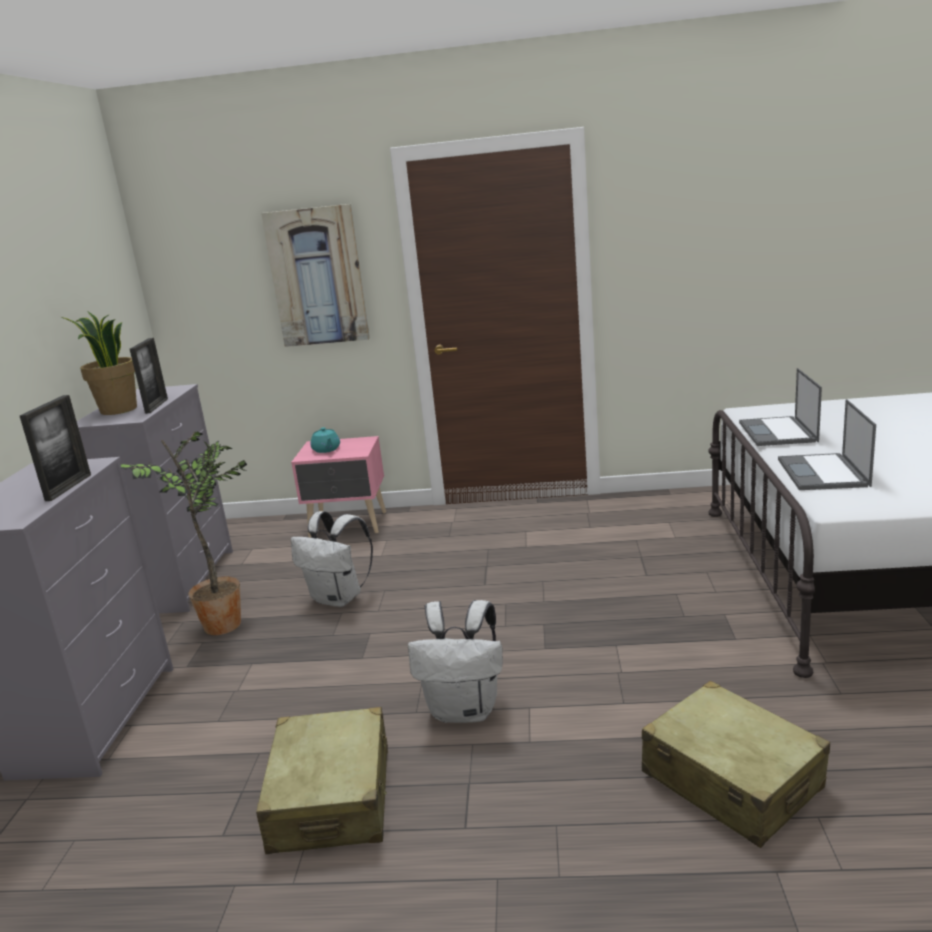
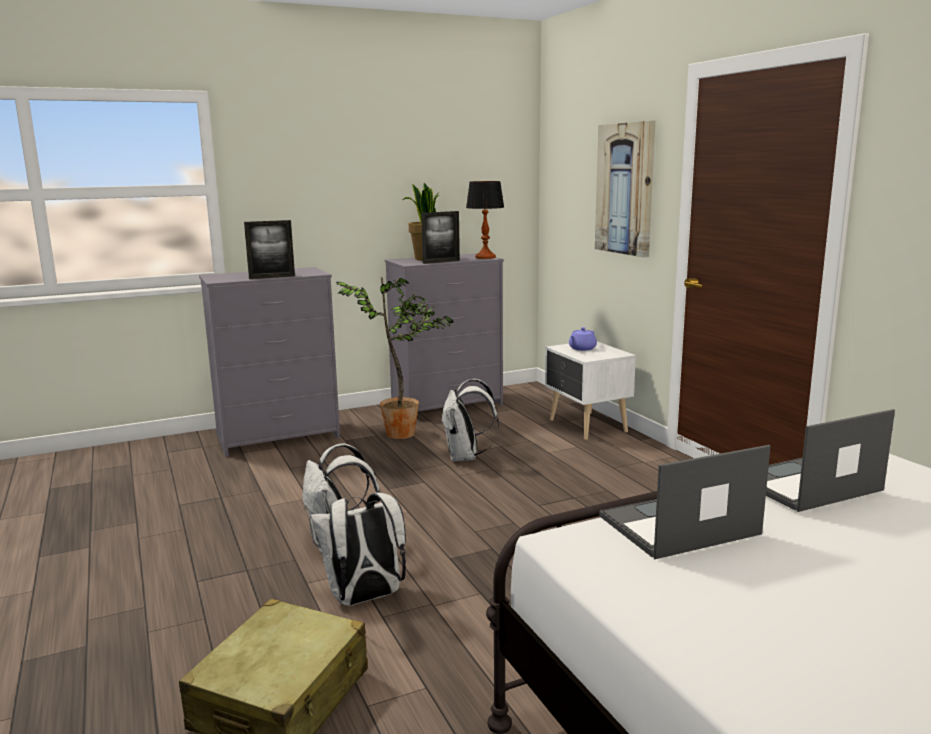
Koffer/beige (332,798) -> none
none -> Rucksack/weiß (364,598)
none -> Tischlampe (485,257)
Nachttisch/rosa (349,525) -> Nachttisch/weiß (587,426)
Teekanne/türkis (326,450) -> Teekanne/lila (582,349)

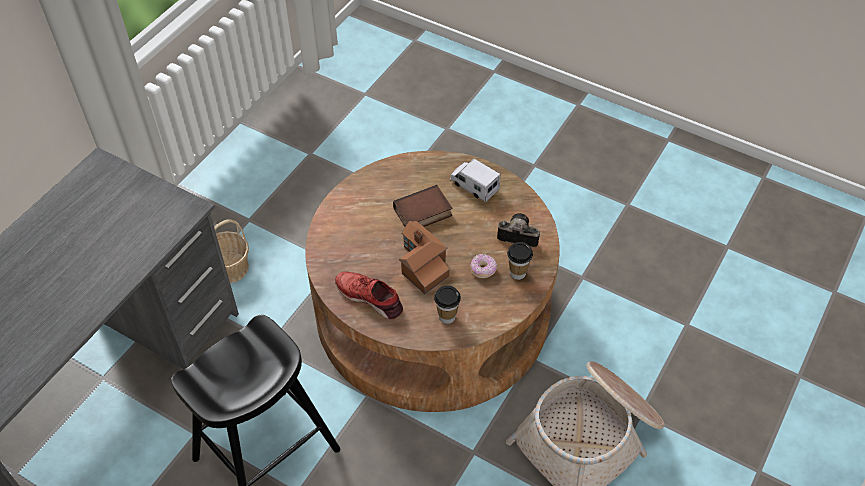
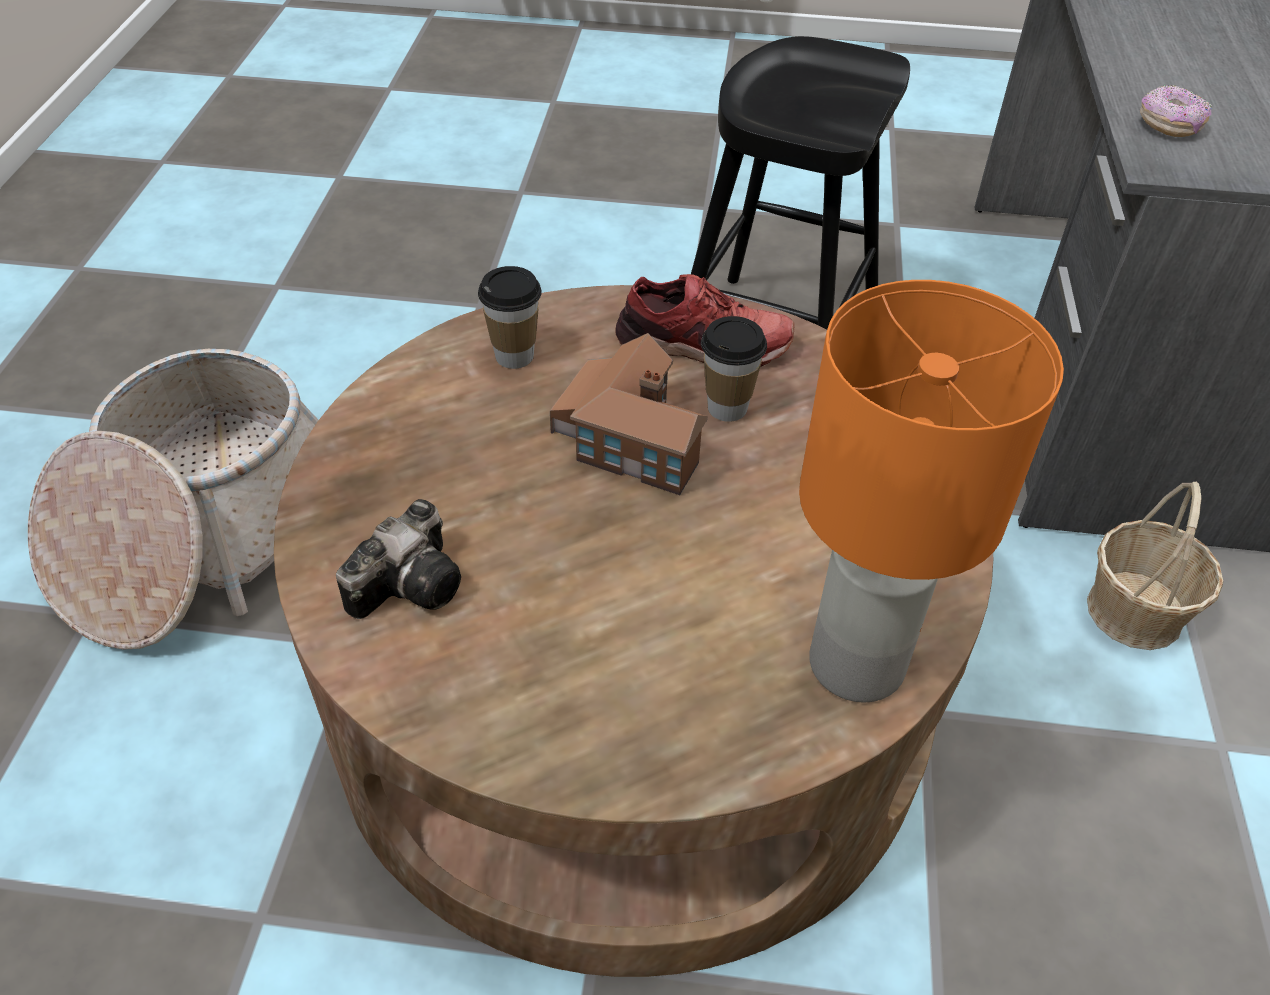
Buch (422,213) -> none
Spielzeuglaster (474,186) -> none
none -> Tischlampe/orange (853,663)
Donut (483,270) -> Donut (1168,126), move
Tasse (518,273) -> Tasse (727,407), move
Kamera (516,235) -> Kamera (412,582), 45 degrees counterclockwise

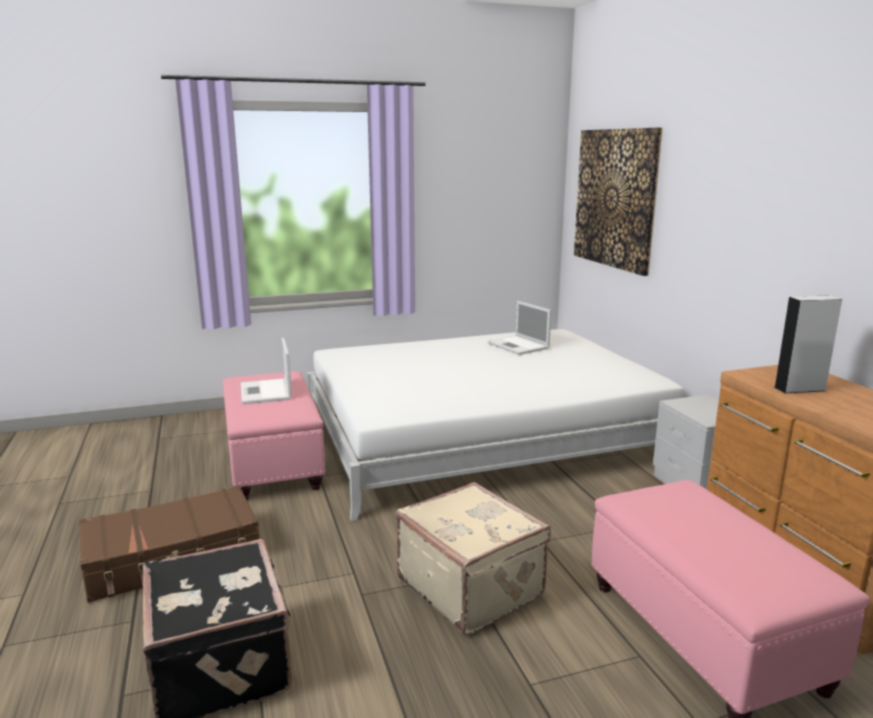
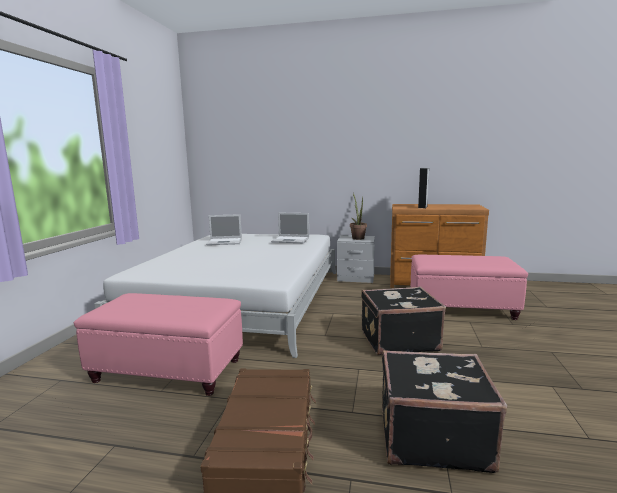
Bild (615,198) -> none
none -> Topfpflanze (357,238)
Laptop (266,392) -> Laptop (291,240), move
Koffer/beige (471,586) -> Koffer/schwarz (398,340)

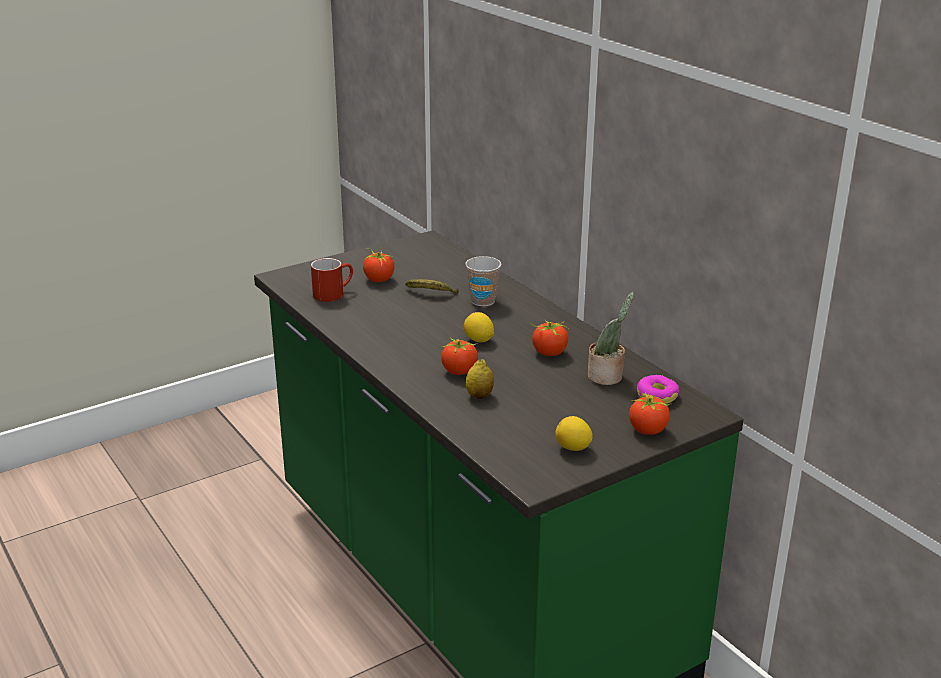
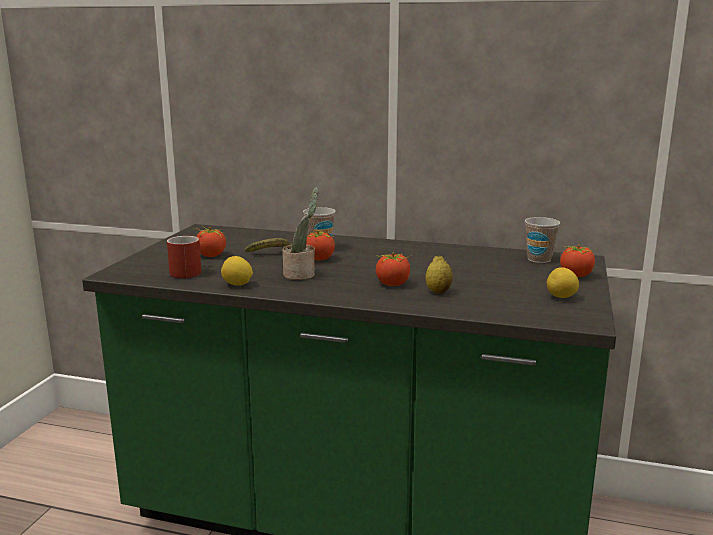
Zitrone (478,340) -> Zitrone (237,285), move
Tomate (549,353) -> Tomate (319,259), move
Topfpflanze (607,377) -> Topfpflanze (301,275), move
Donut (657,396) -> Tasse (539,259)

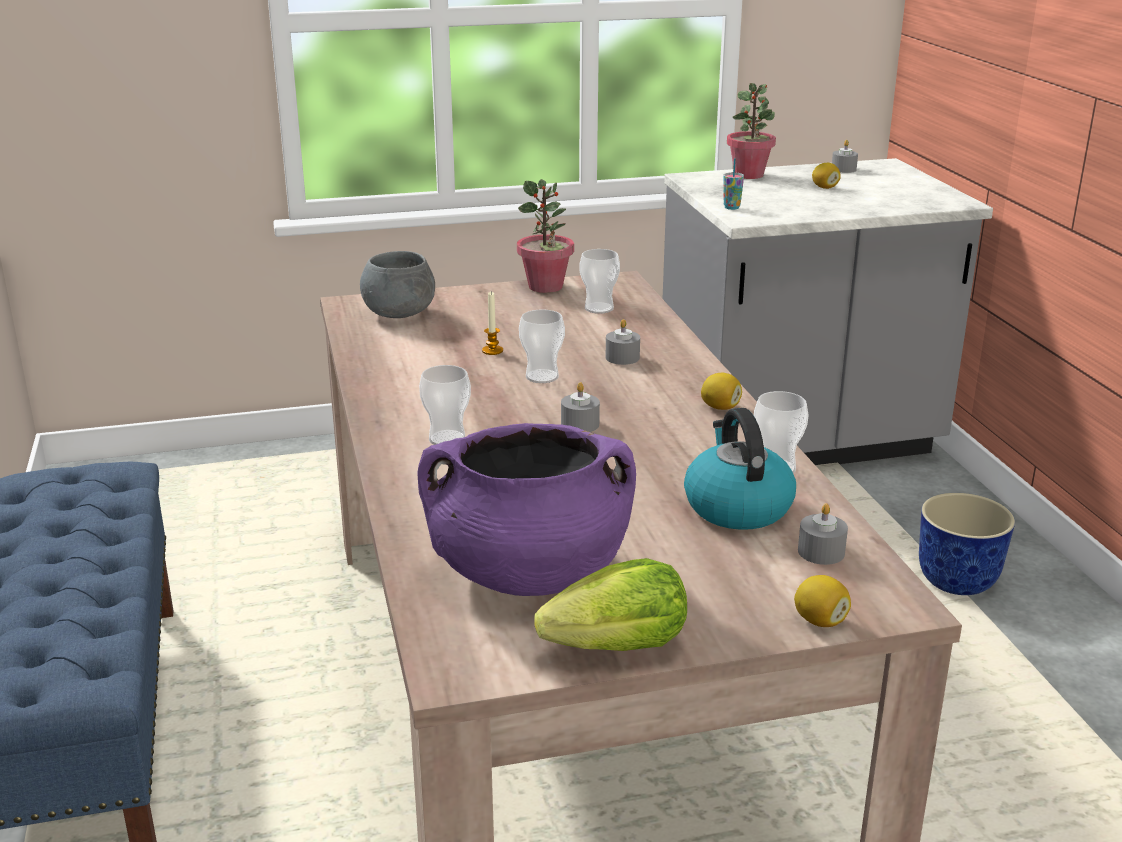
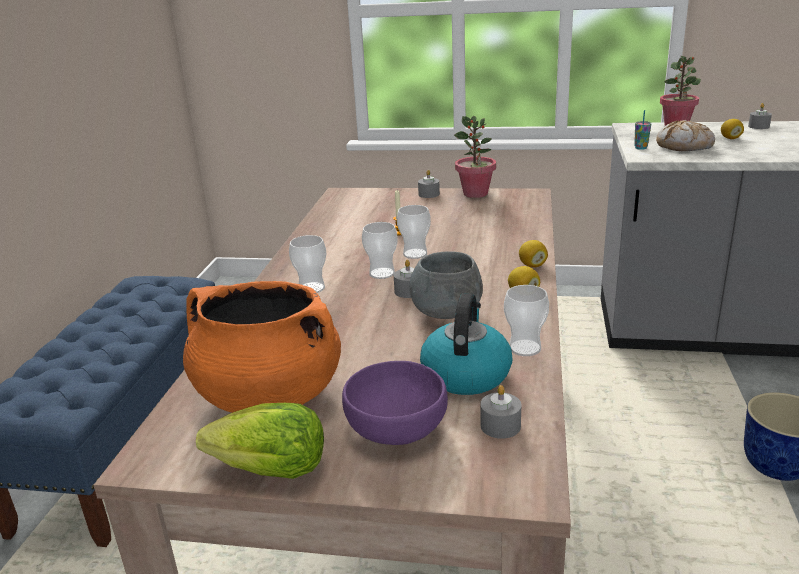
none -> Schüssel/lila (395,427)
none -> Brot (684,146)
Schüssel/grau (400,314) -> Schüssel/grau (447,312), move
Tasse (599,308) -> Tasse (382,273), move
Kerze/grau (622,357) -> Kerze/grau (429,194), move
Zitrone (820,621) -> Zitrone (532,265), move
Kochtopf/lila (529,573) -> Kochtopf/orange (268,396)

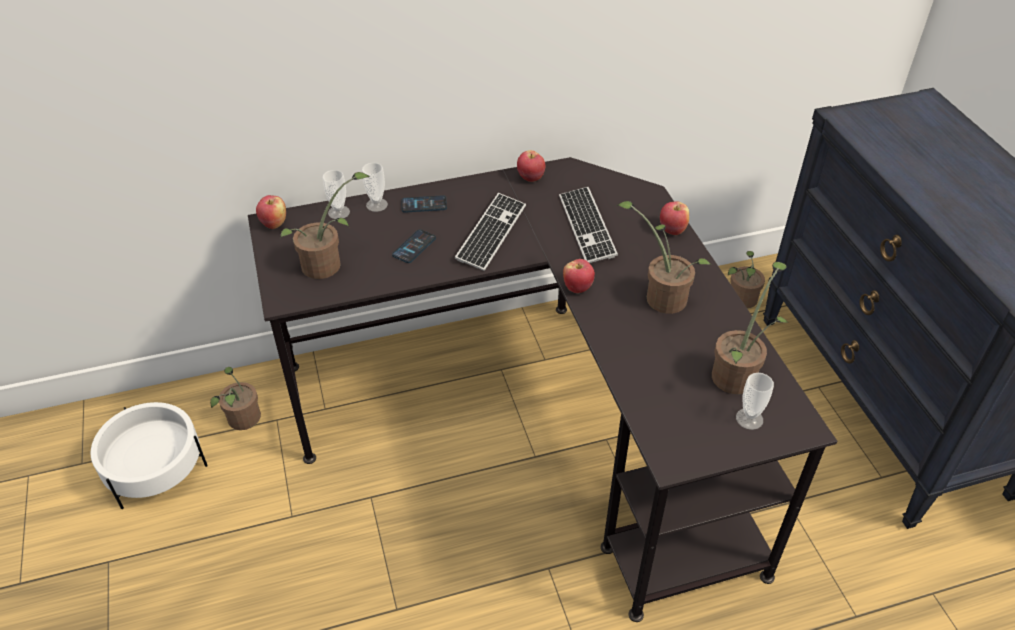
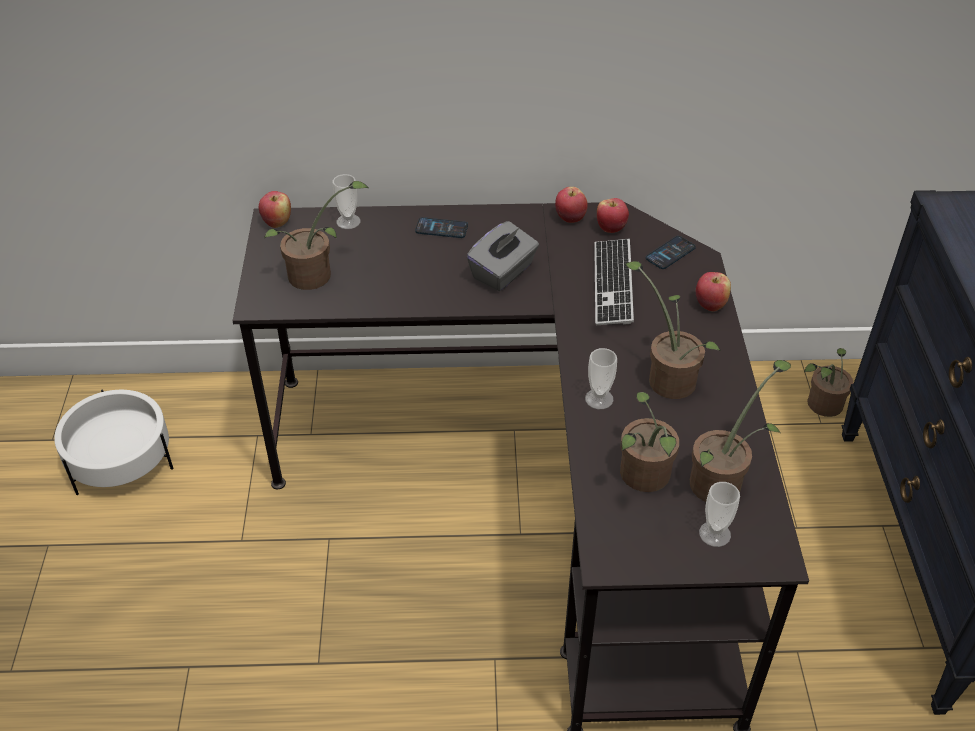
Topfpflanze (243,421) -> Topfpflanze (644,478), move
Tasse (377,205) -> Tasse (599,399), move
Handy (414,247) -> Handy (670,253), move
Apfel (577,288) -> Apfel (611,228), move
Tastatur (491,233) -> Taschentuchbox/grau (503,272)

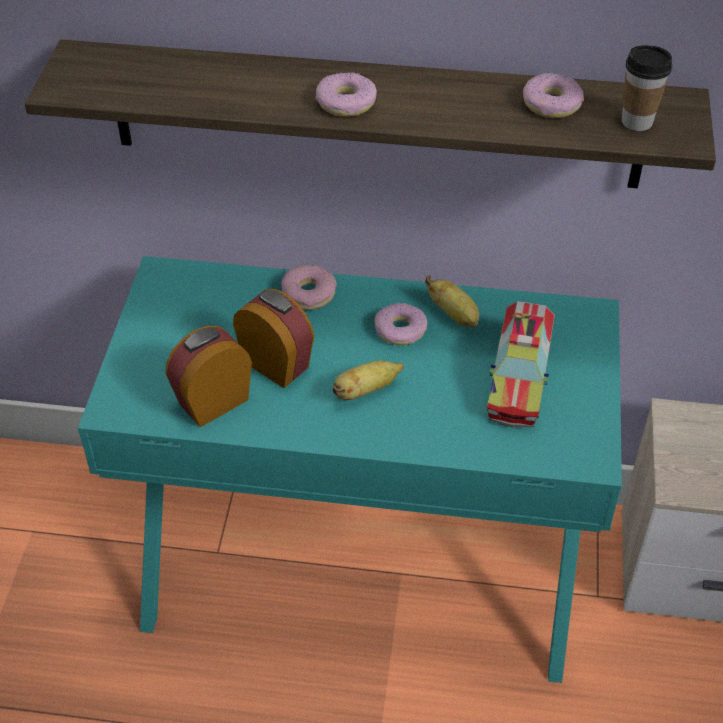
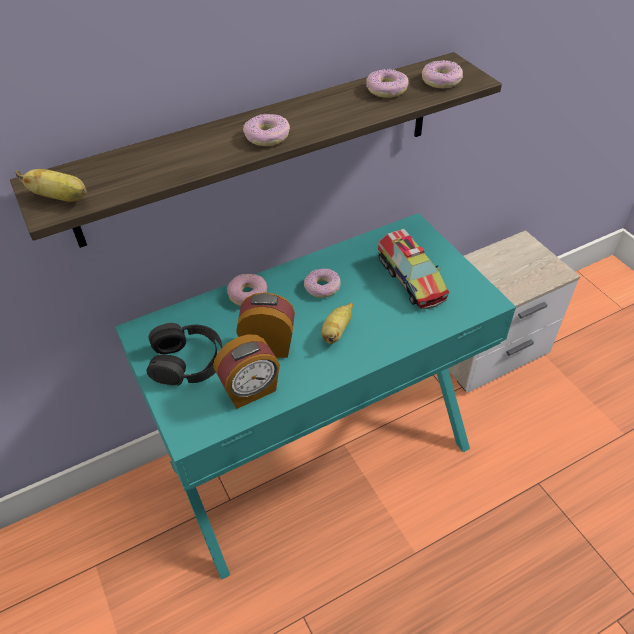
none -> Kopfhörer/schwarz (187,361)
Banane (454,315) -> Banane (61,198), move
Tasse (637,122) -> Donut (441,81)
Wecker (212,401) -> Wecker (250,390), 135 degrees counterclockwise

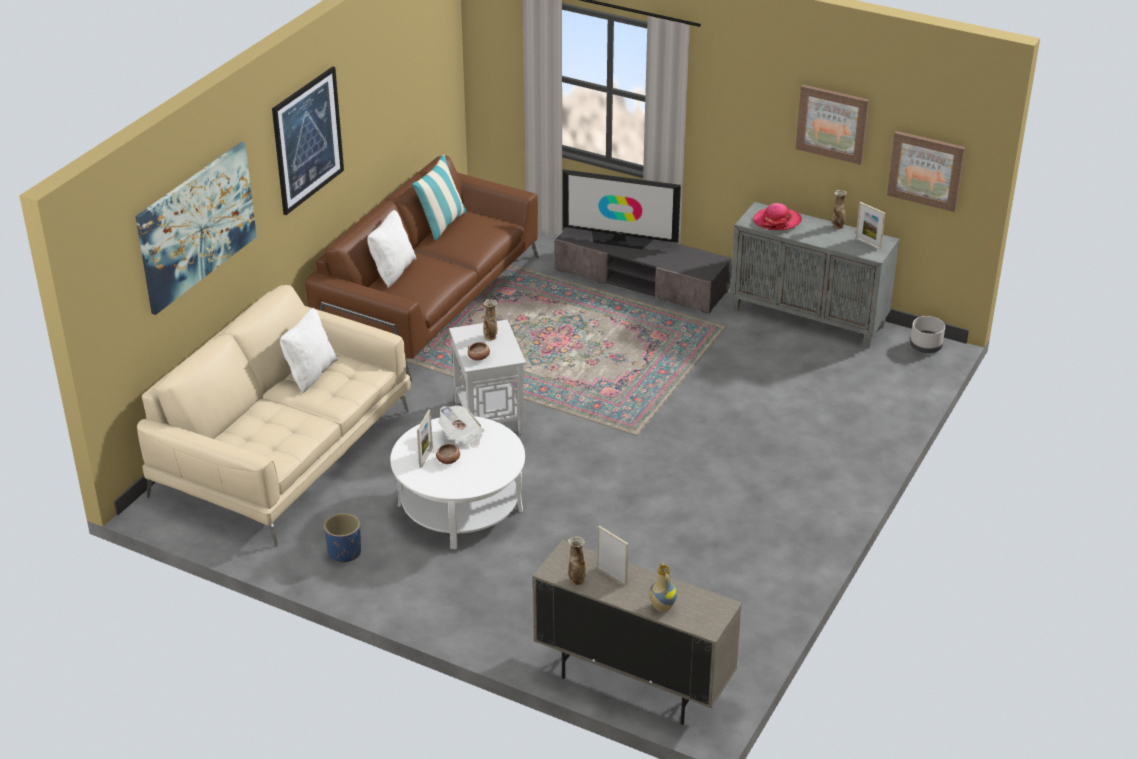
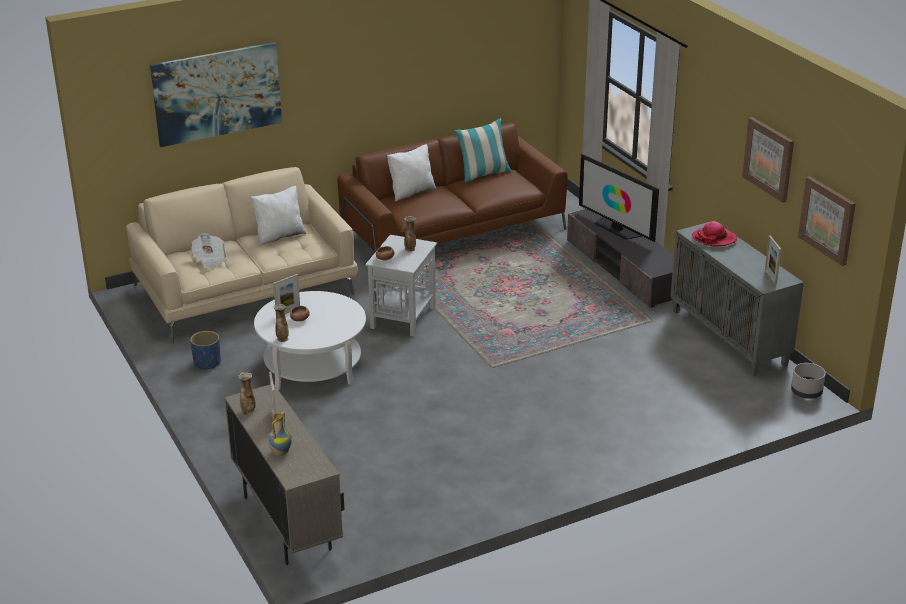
Bild (307,140) -> none
Zeitung (462,436) -> Zeitung (209,260), move
Vase (837,226) -> Vase (282,339), move

